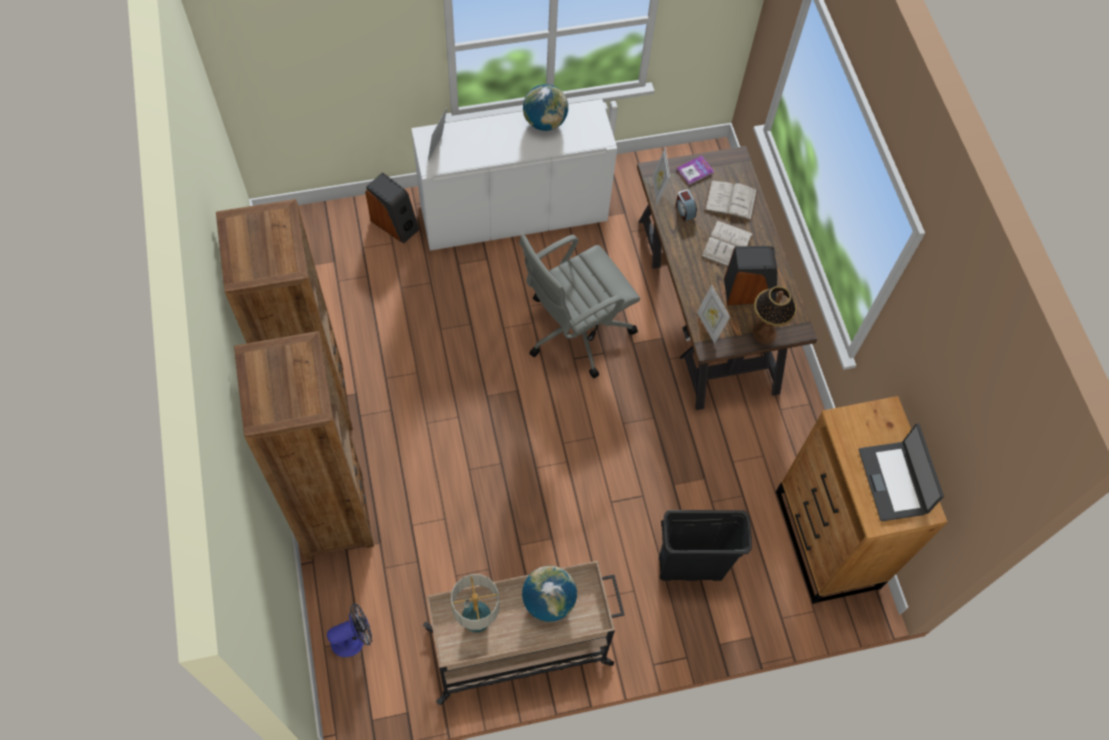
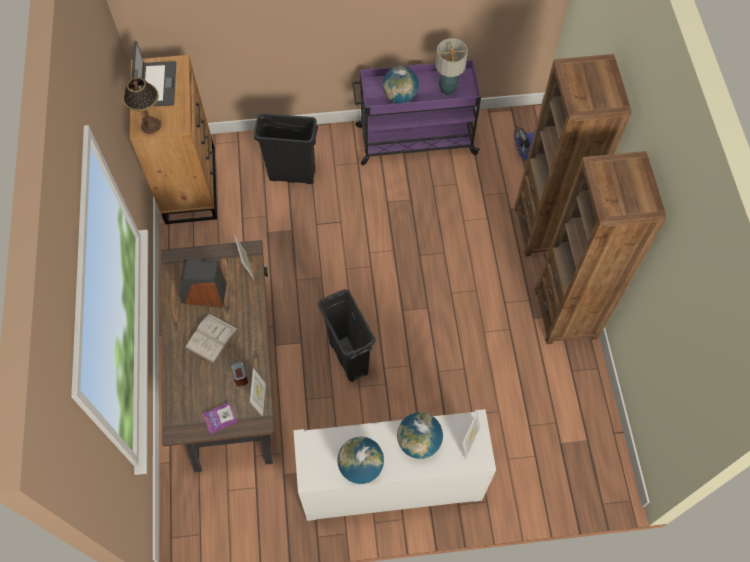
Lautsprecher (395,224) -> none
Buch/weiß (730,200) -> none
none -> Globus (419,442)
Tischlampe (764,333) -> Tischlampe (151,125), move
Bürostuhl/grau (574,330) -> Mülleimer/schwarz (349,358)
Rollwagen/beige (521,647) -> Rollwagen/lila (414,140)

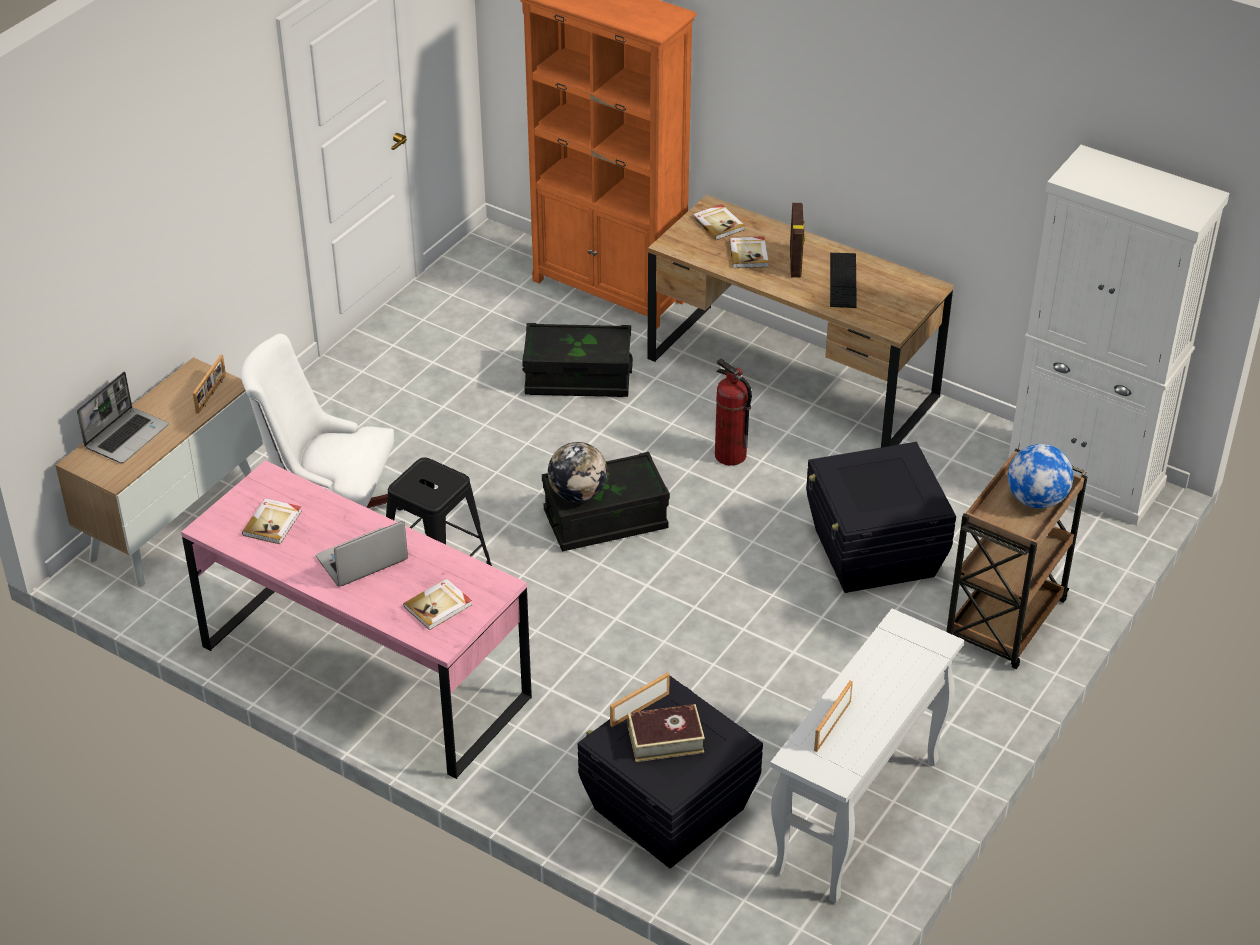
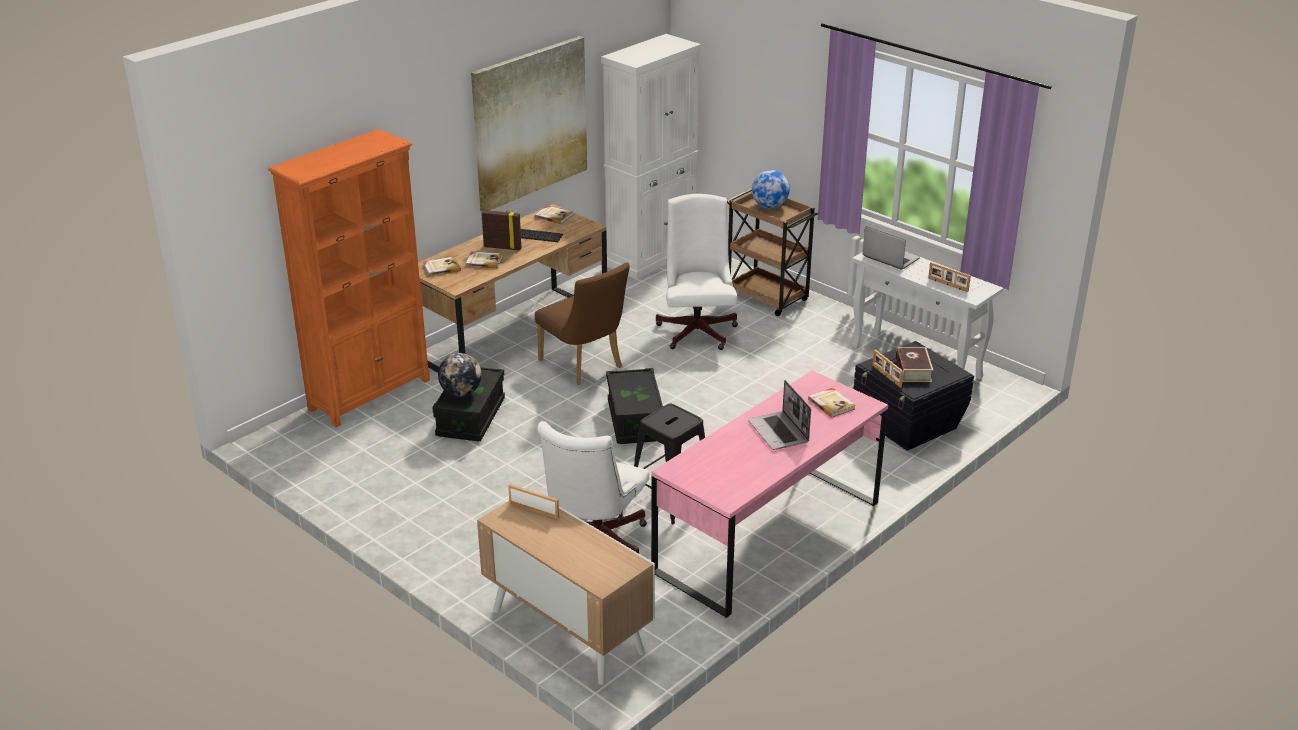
none -> Bild (530,122)
Laptop (127,436) -> Laptop (889,258), move
Buch (273,523) -> Buch (554,216), move
Globus (578,494) -> Globus (461,393), move
Feuerlöscher (730,455) -> Stuhl/braun (584,366)
Aufbewahrungsbox/schwarz (873,554) -> Bürostuhl/weiß (697,329)

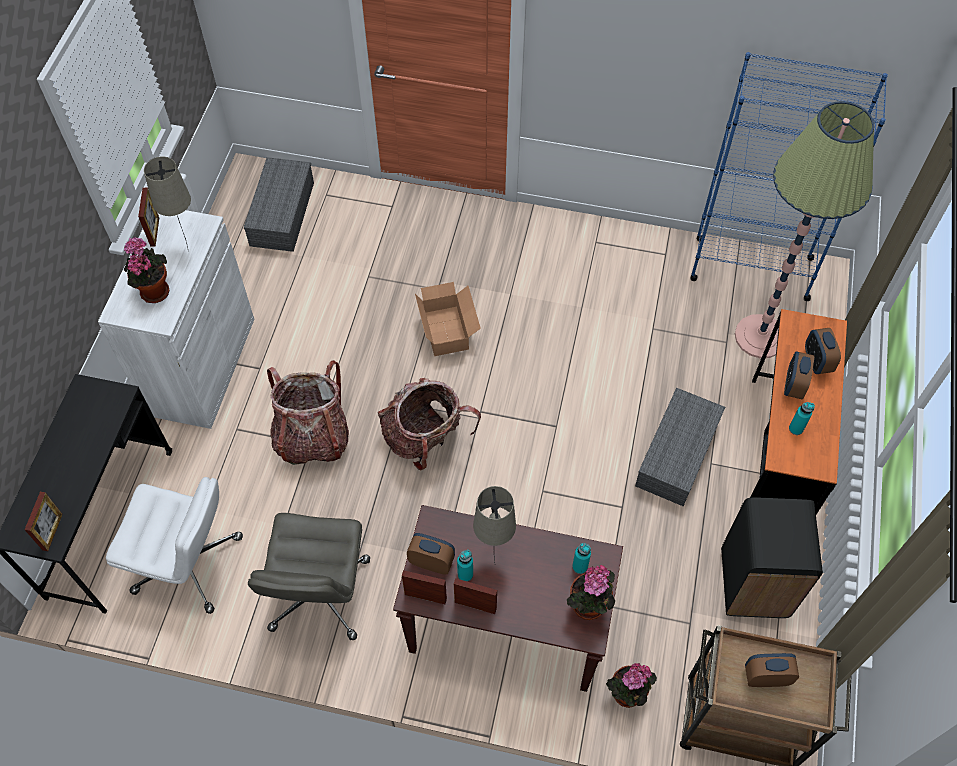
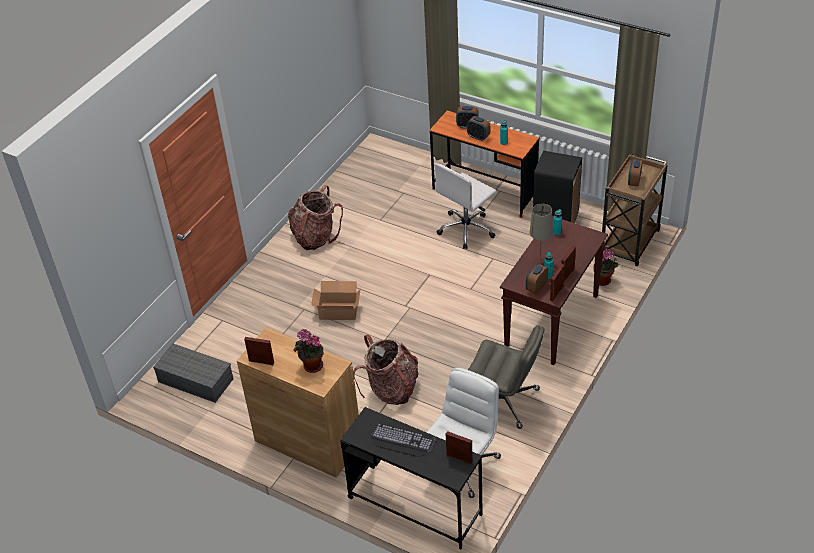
Tischlampe/beige (187,244) -> none
Topfpflanze (589,608) -> none
Bücherregal/blau (750,268) -> none
Stehlampe (760,336) -> none
none -> Tastatur (401,441)
Rucksack (425,438) -> Rucksack (315,237), move
Aufbewahrungsbox/grau (676,452) -> Bürostuhl/weiß (467,229)
Schrank/weiß (202,366) -> Schrank/braun (308,442)

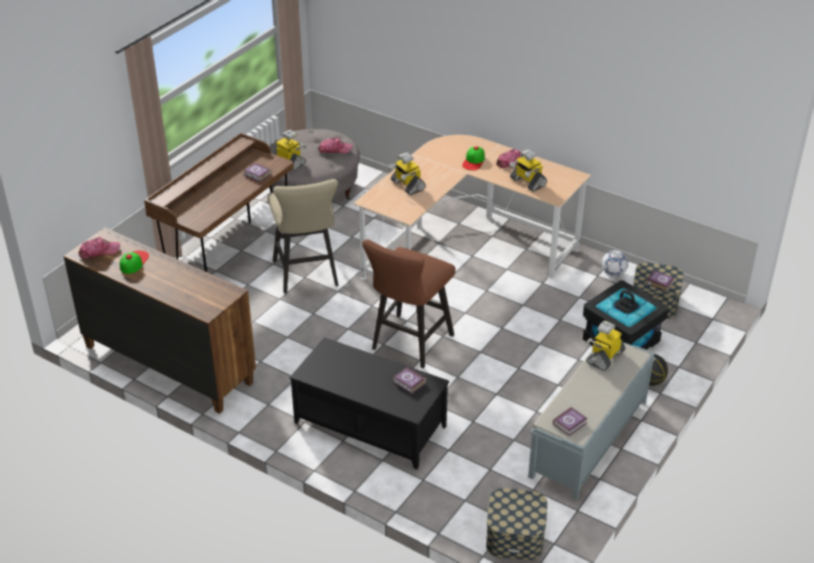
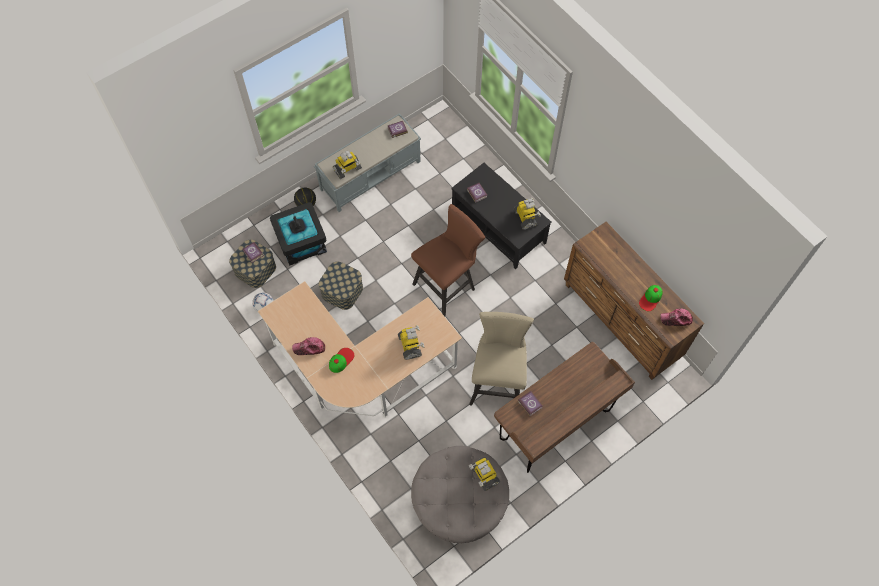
Kappe (335,149) -> none
Aufbewahrungsbox (515,536) -> Aufbewahrungsbox (342,291), move
Spielzeugroboter (527,182) -> Spielzeugroboter (525,218), move

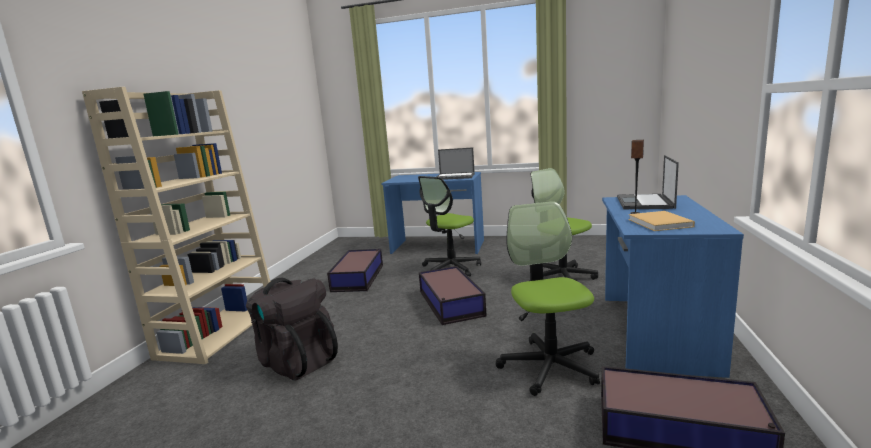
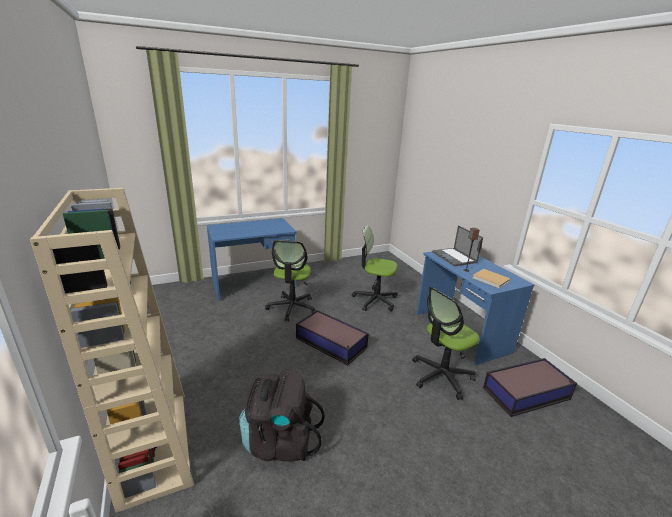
Aufbewahrungsbox (358,277) -> none
Laptop (455,176) -> none
Bürostuhl (549,366) -> Bürostuhl (441,376), 75 degrees counterclockwise

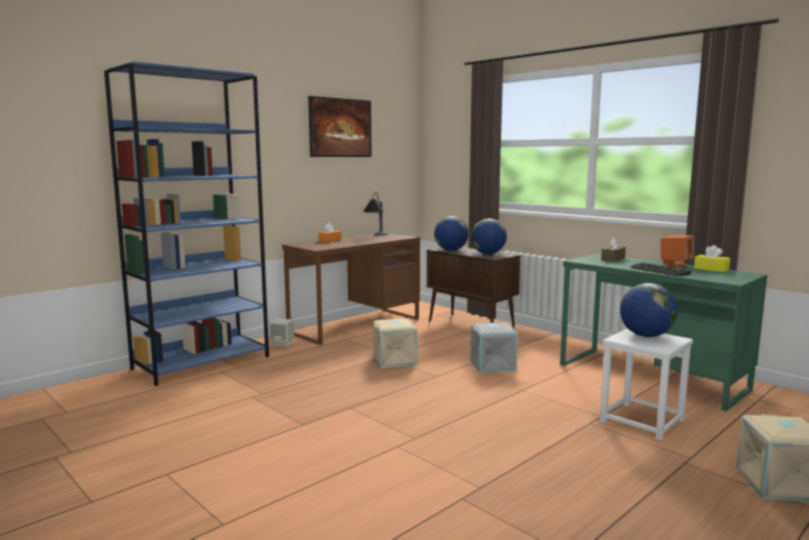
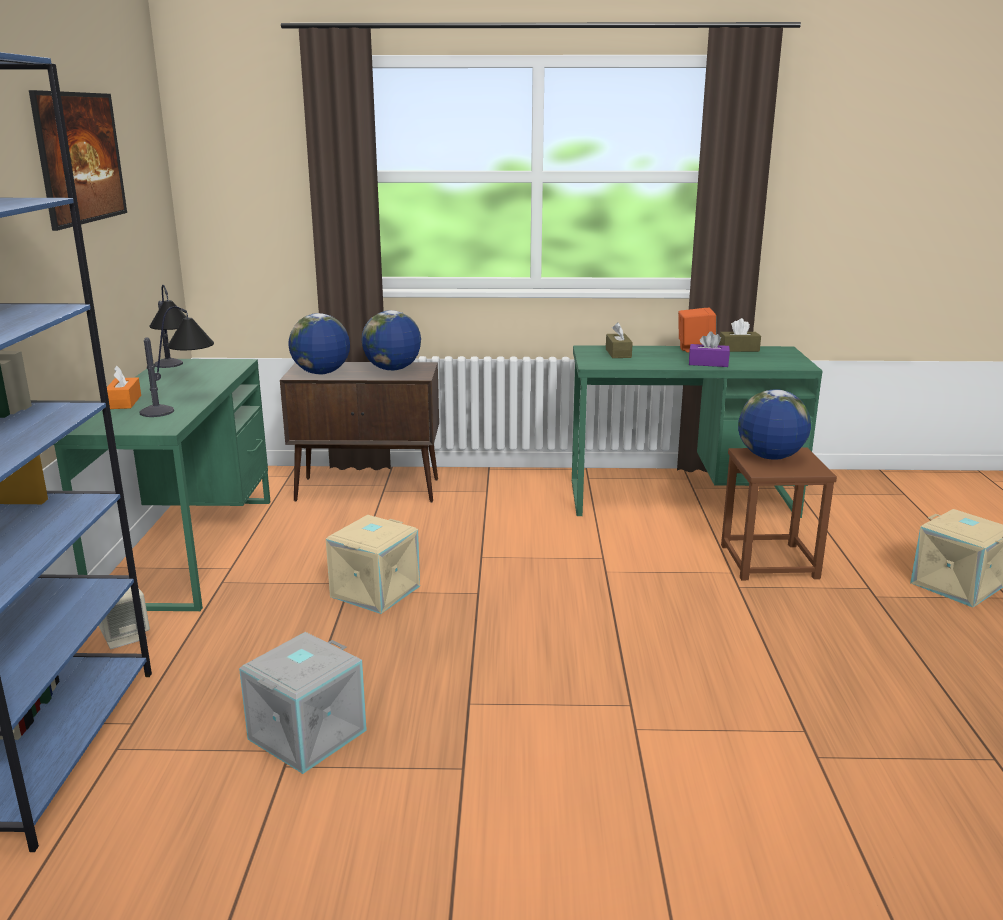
none -> Tischlampe (182,403)
Aufbewahrungsbox/grau (493,365) -> Aufbewahrungsbox/grau (306,733), move
Tastatur (659,270) -> Taschentuchbox/lila (708,363)
Schreibtisch/braun (356,325) -> Schreibtisch/grün (189,549)
Hocker/weiß (641,421) -> Hocker/braun (769,562)
Taschentuchbox/gelb (711,269) -> Taschentuchbox/braun (739,349)

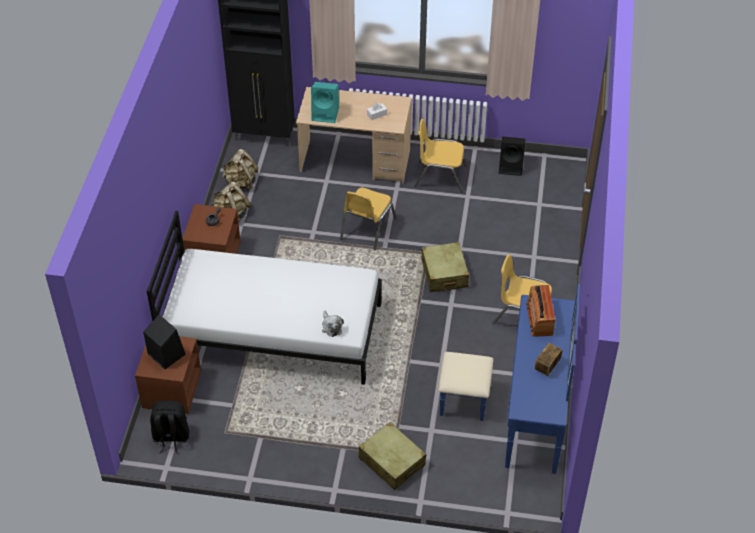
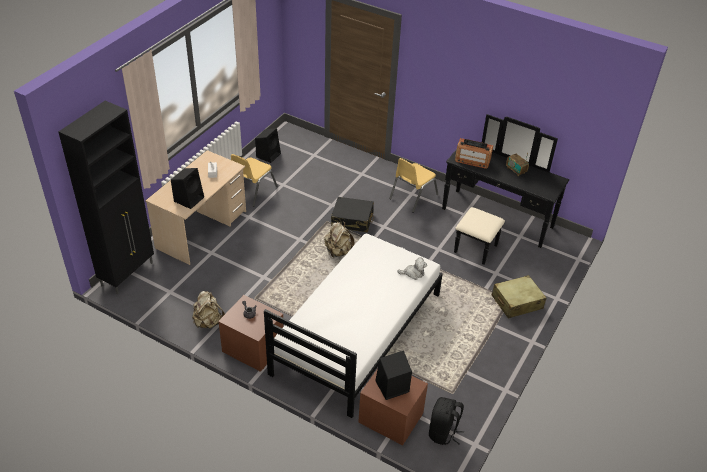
Stuhl/gelb (367,228) -> none
Rucksack/beige (241,182) -> Rucksack/beige (338,251), move
Lautsprecher/türkis (326,114) -> Lautsprecher/schwarz (189,199)
Koffer/beige (444,274) -> Koffer/schwarz (352,220)
Kommode/blau (519,408) -> Kommode/schwarz (493,225)

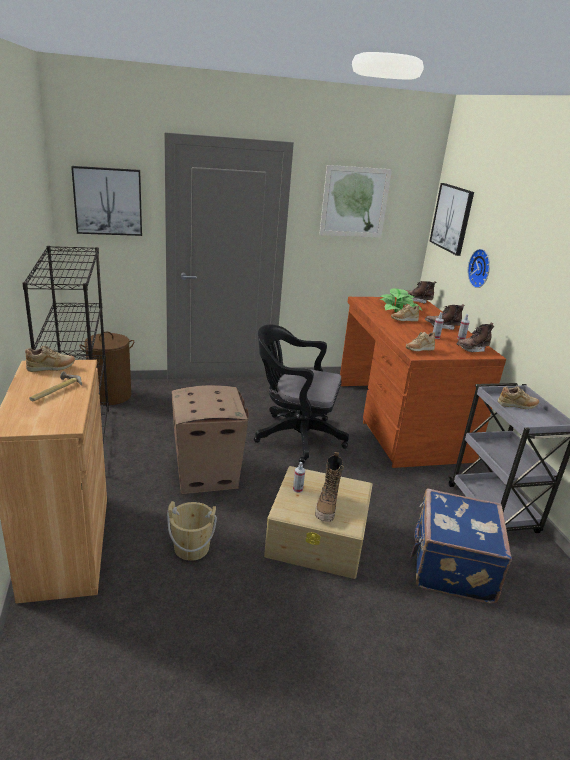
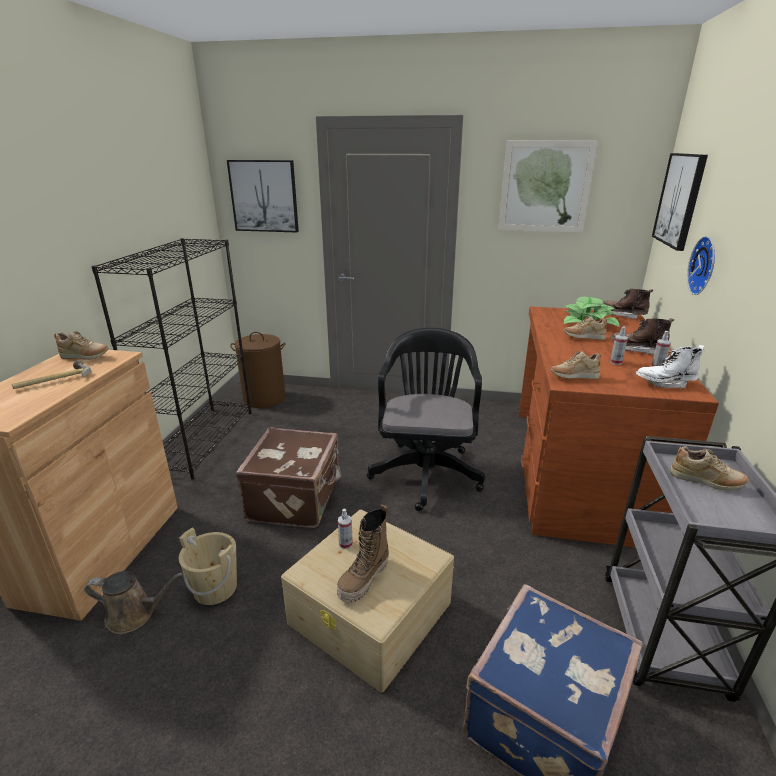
none -> Gießkanne/braun (135,614)
Karton (207,474) -> Koffer/braun (296,499)
Stiefel/braun (472,349) -> Stiefel/weiß (664,384)
Bürostuhl/schwarz (295,436) -> Bürostuhl/schwarz (426,470), 60 degrees clockwise

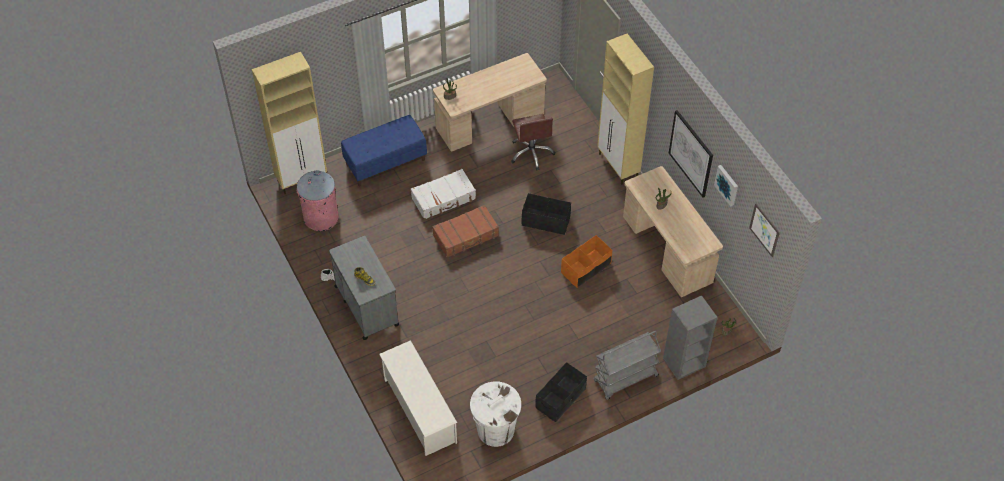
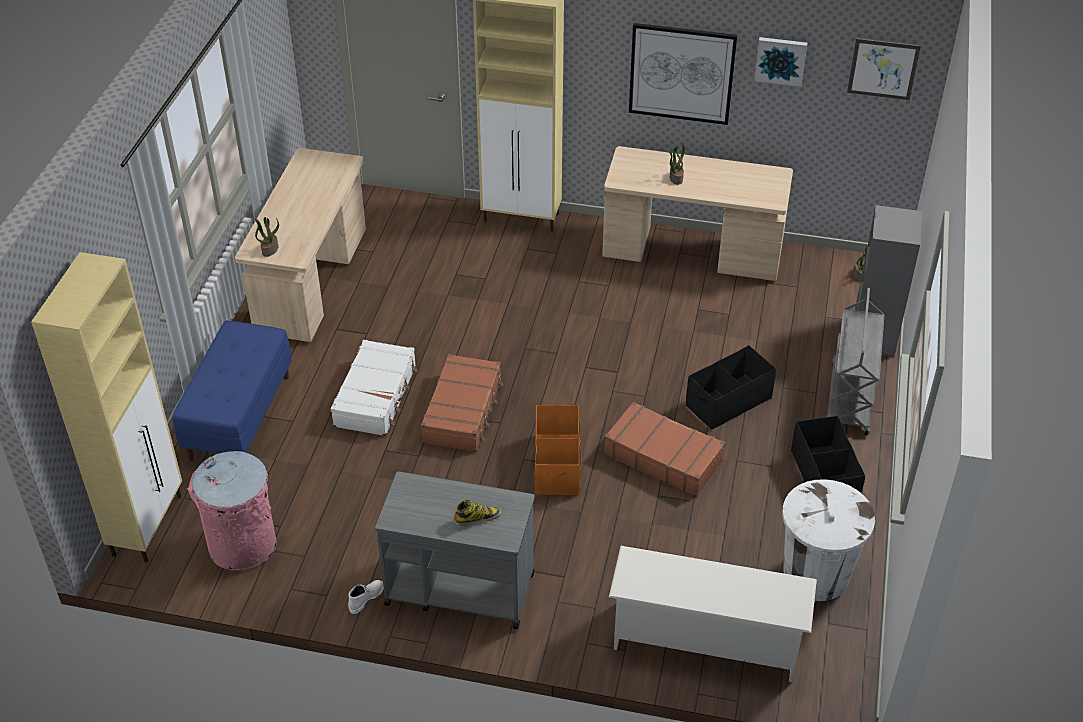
Bürostuhl/braun (531,153) -> none
none -> Koffer/braun (663,457)
Aufbewahrungsbox/schwarz (546,221) -> Aufbewahrungsbox/schwarz (728,401), move
Aufbewahrungsbox/orange (586,268) -> Aufbewahrungsbox/orange (557,464), move

